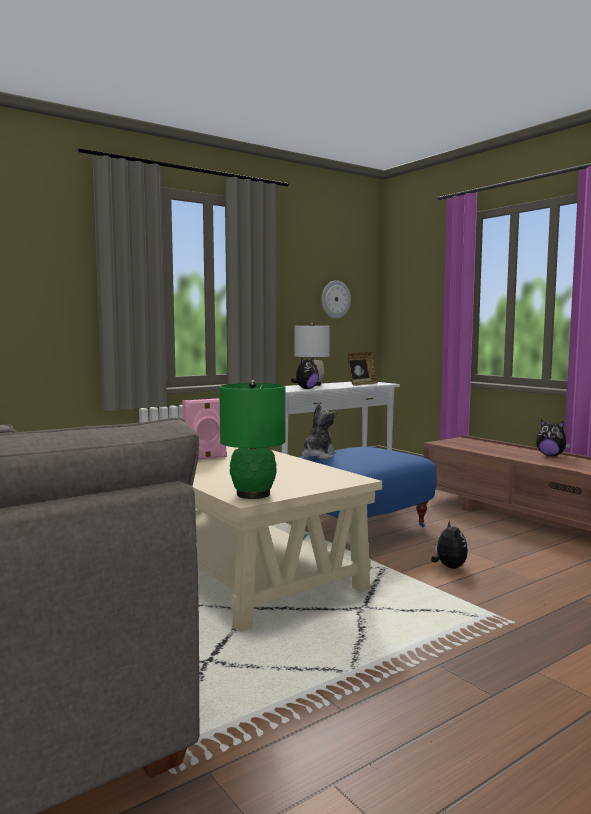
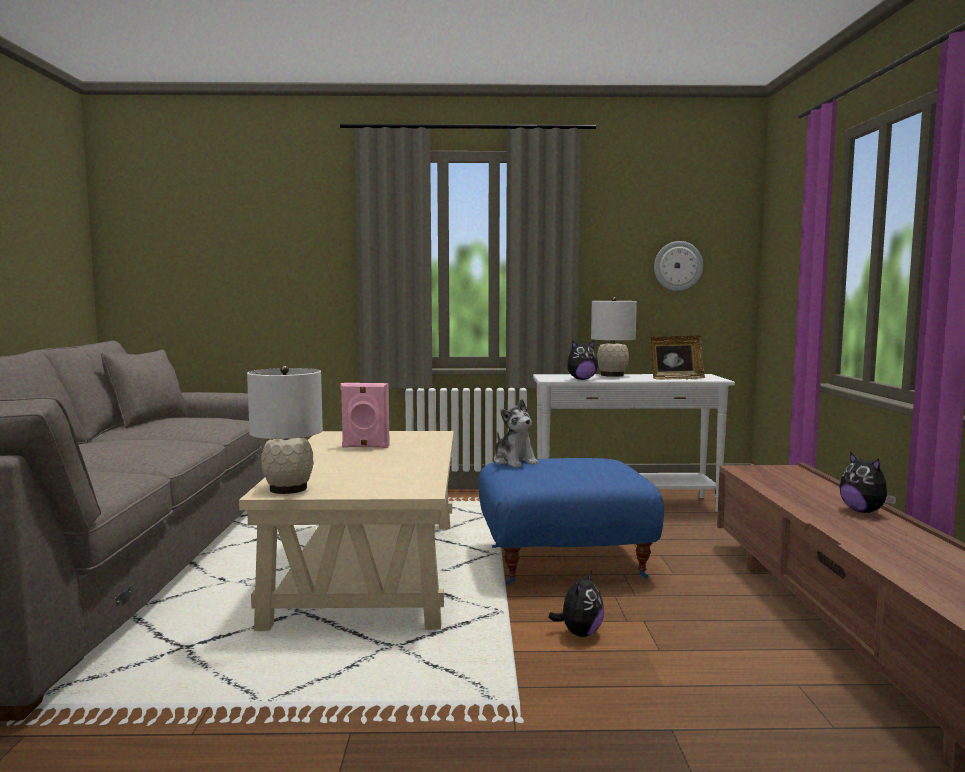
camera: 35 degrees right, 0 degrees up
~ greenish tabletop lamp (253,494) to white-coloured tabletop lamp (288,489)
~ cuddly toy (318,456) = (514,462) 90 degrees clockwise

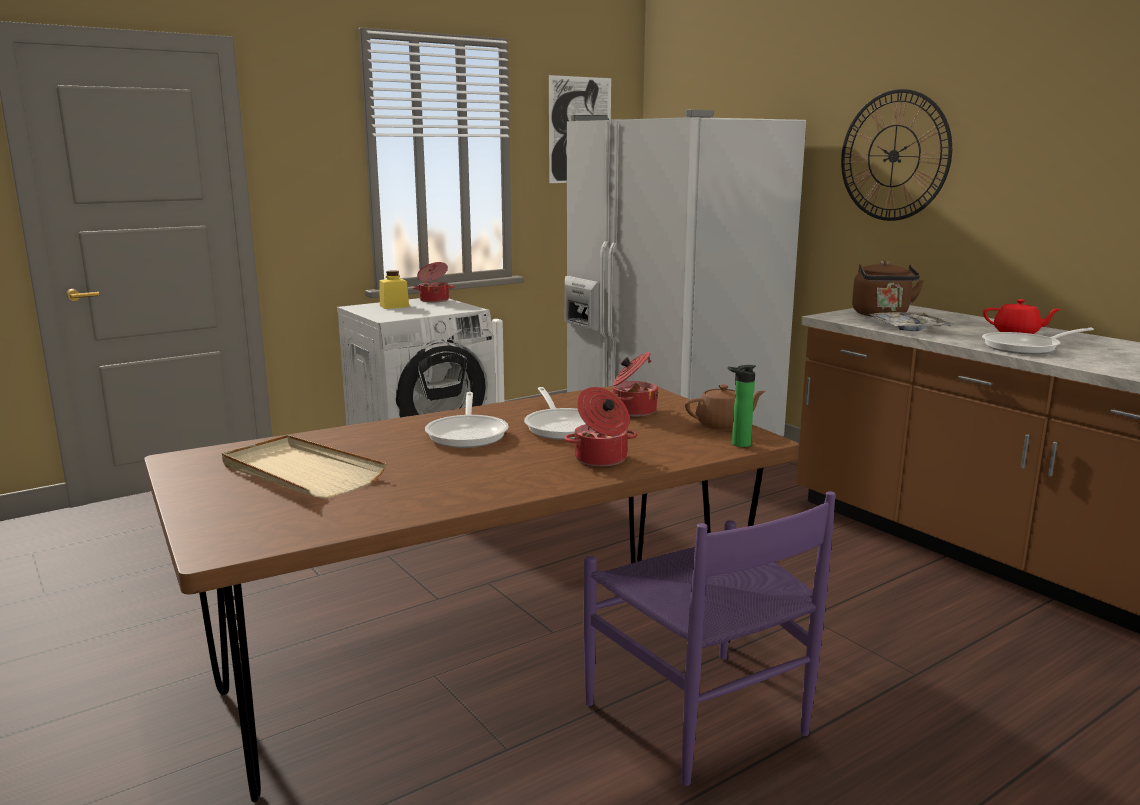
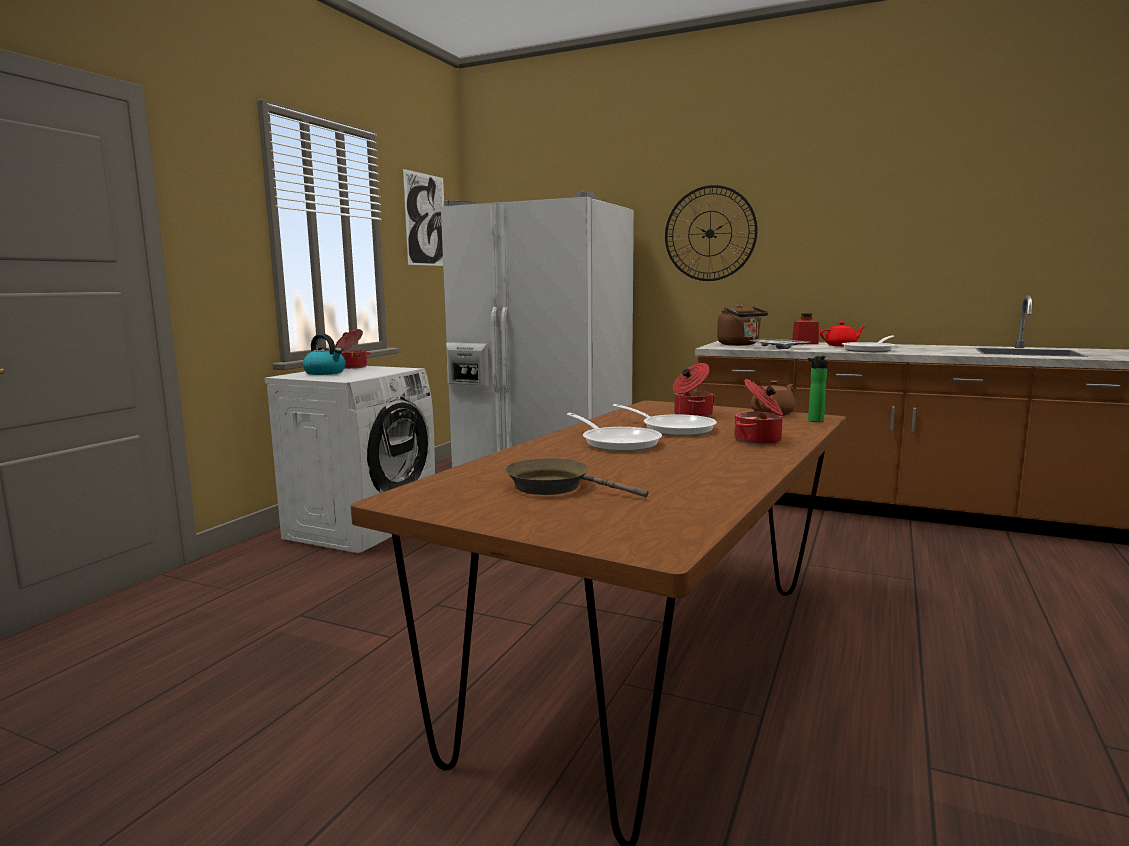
camera: 30 degrees left, 5 degrees down
~ yellowish jar (394,306) to tea kettle (325,373)
~ beige-coloured serving tray (300,472) to brownish pan (555,487)
- purple upright chair (701,718)
+ red-coloured jar (805,343)

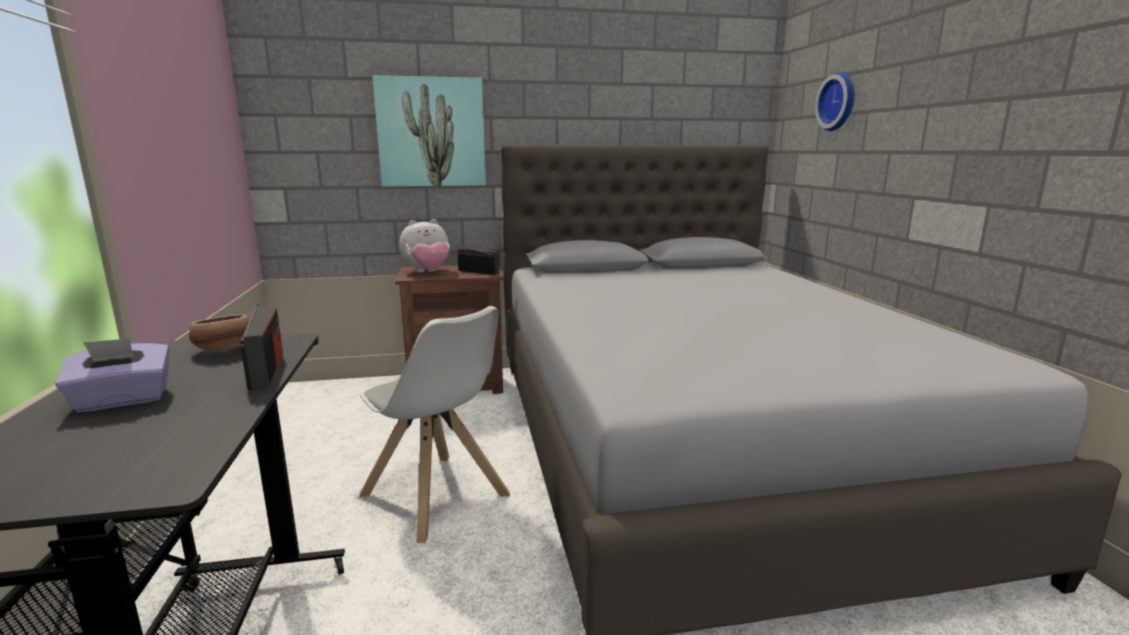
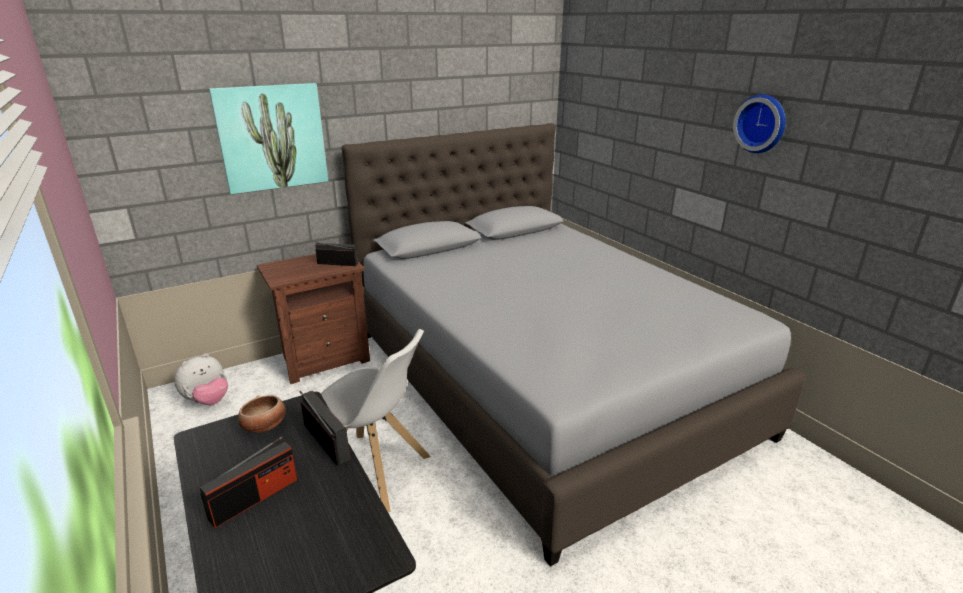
camera: 20 degrees left, 10 degrees up
~ clock on the wall (839,102) to (762,123)
~ cuddly toy (427,272) to (207,401)
~ purple tissue holder (123,400) to radio (254,498)

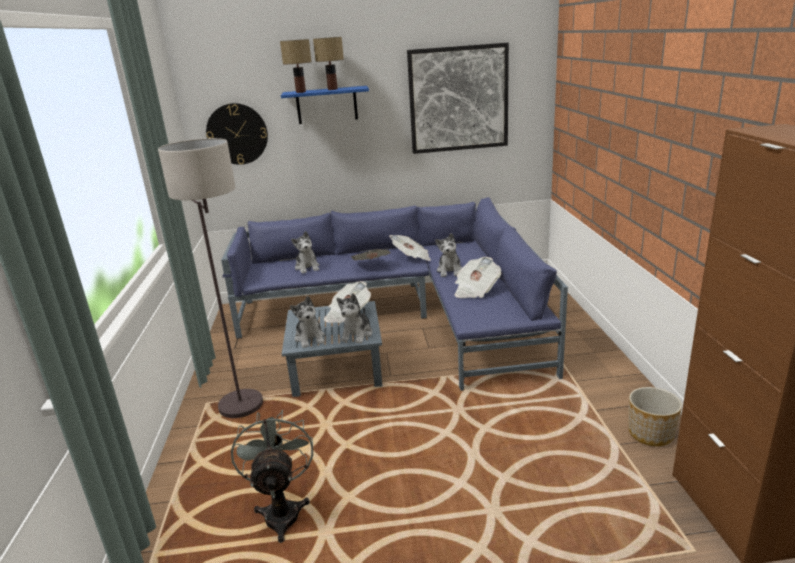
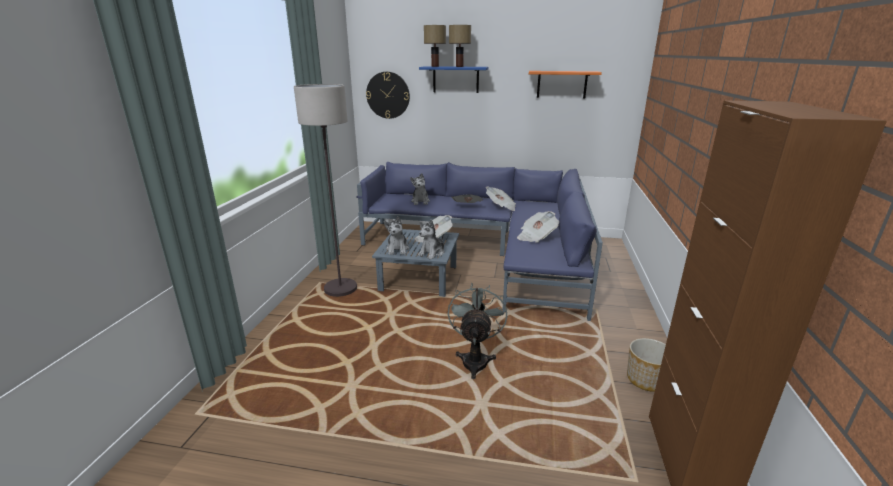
camera: 15 degrees right, 0 degrees up
~ picture (458,99) to orangey wall shelf (562,84)
- cuddly toy (450,271)
~ grey fan (282,510) to (475,359)

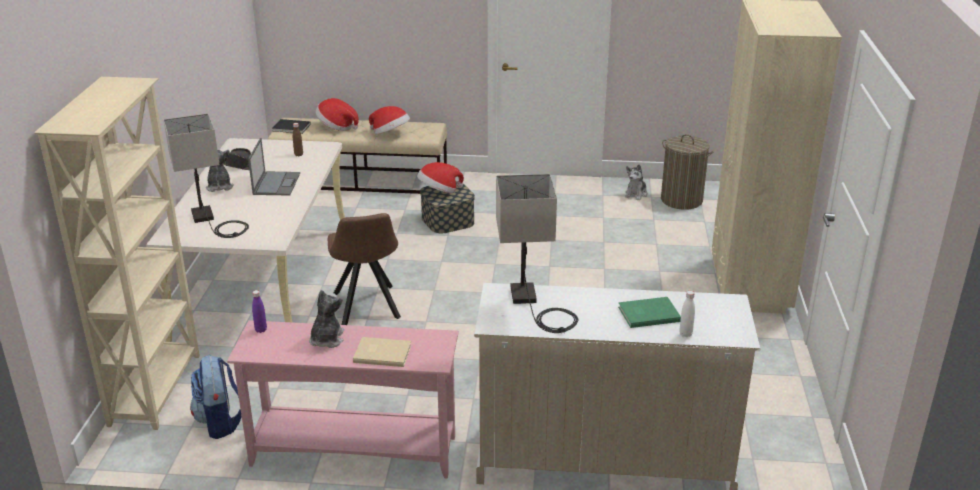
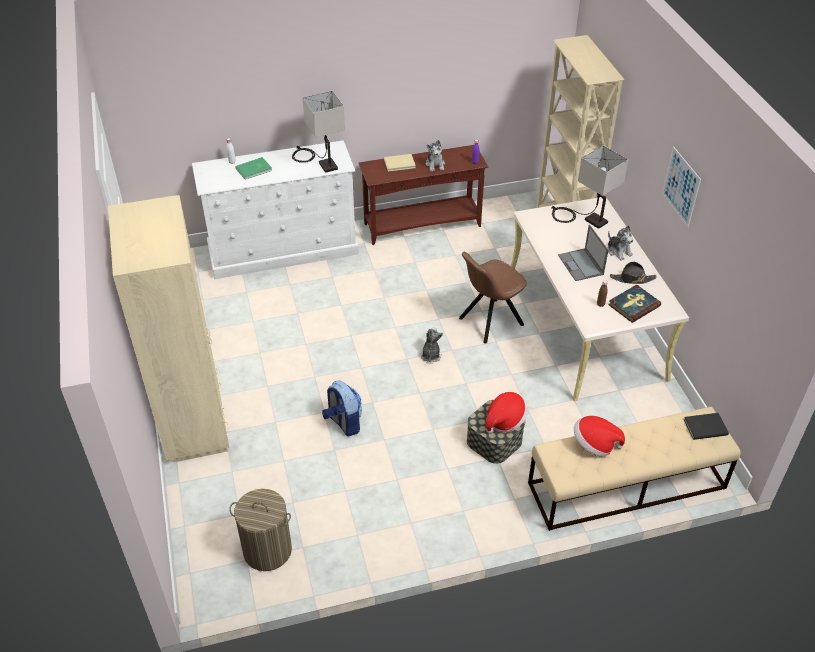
camera: 160 degrees right, 15 degrees up
- clothing hat (336,127)
~ cuddly toy (636,194) to (430,355)
~ brownish upright chair (367,306) = (490,321) 90 degrees counterclockwise
~ pink hall table (353,451) to brownish hall table (422,224)
~ rucksack (220,422) to (343,423)
+ picture (681,186)
+ bound book (633,305)

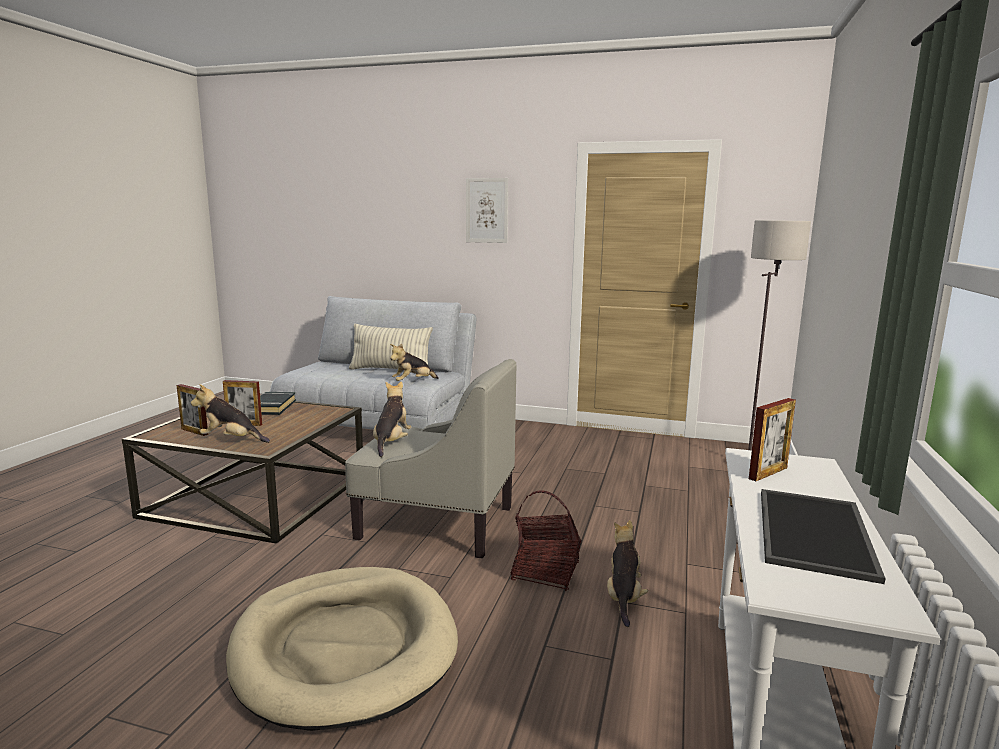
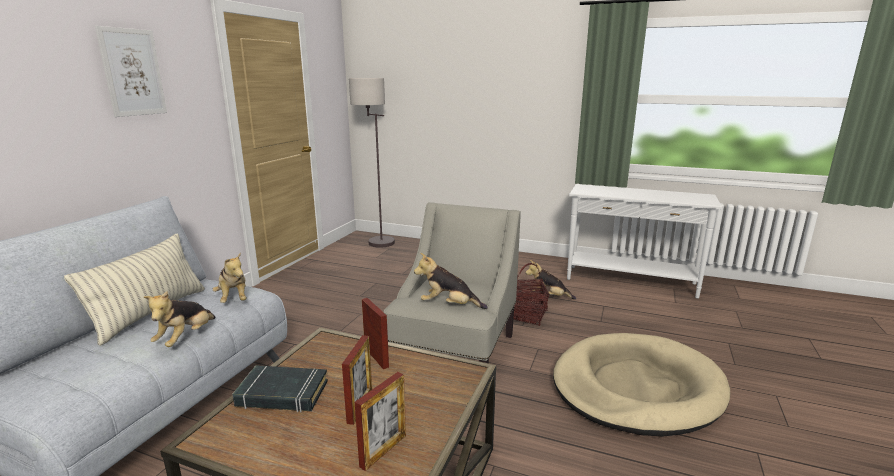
camera: 85 degrees left, 5 degrees up
~ cuddly toy (231,440) to (186,338)
~ standing frame (768,473) to (376,357)
- serving tray (817,533)

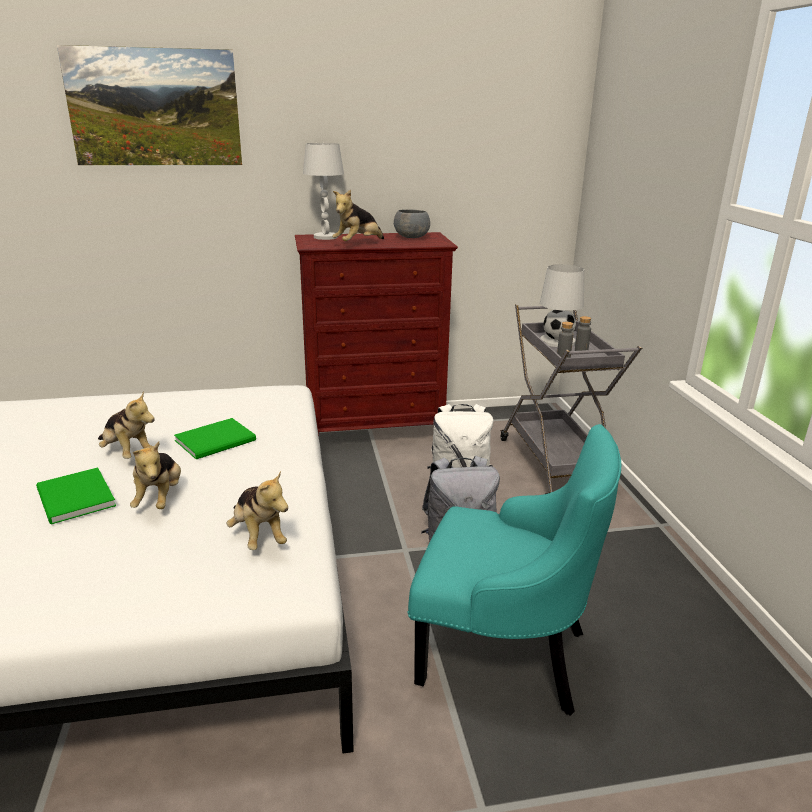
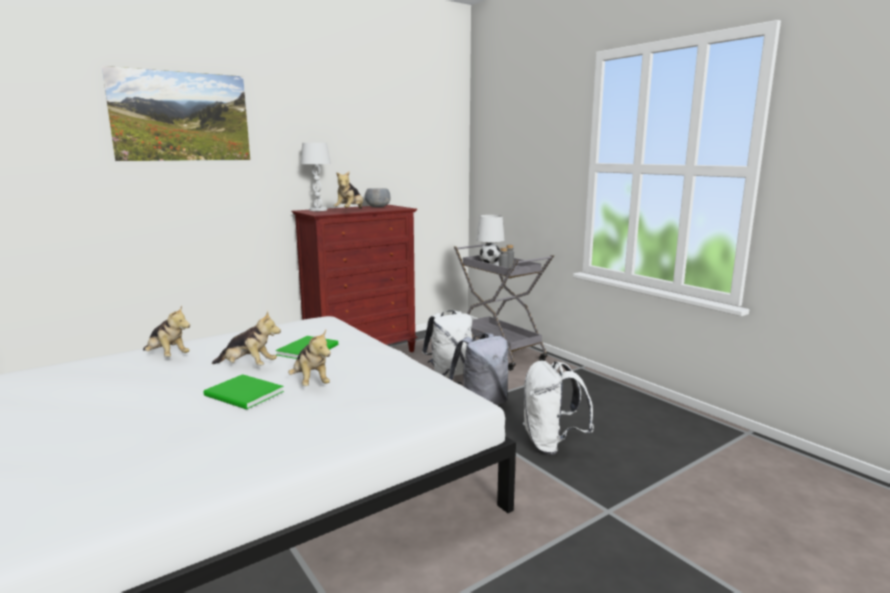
camera: 25 degrees left, 10 degrees down
~ blue-green upright chair (499,654) to white-coloured rucksack (551,444)
~ cuddly toy (258,536) to (167,356)

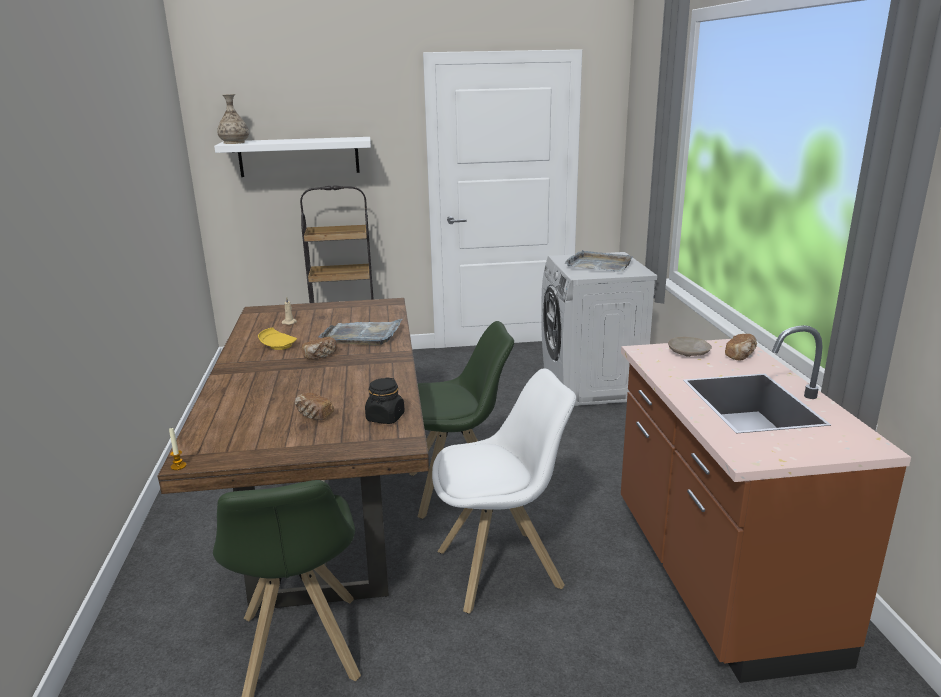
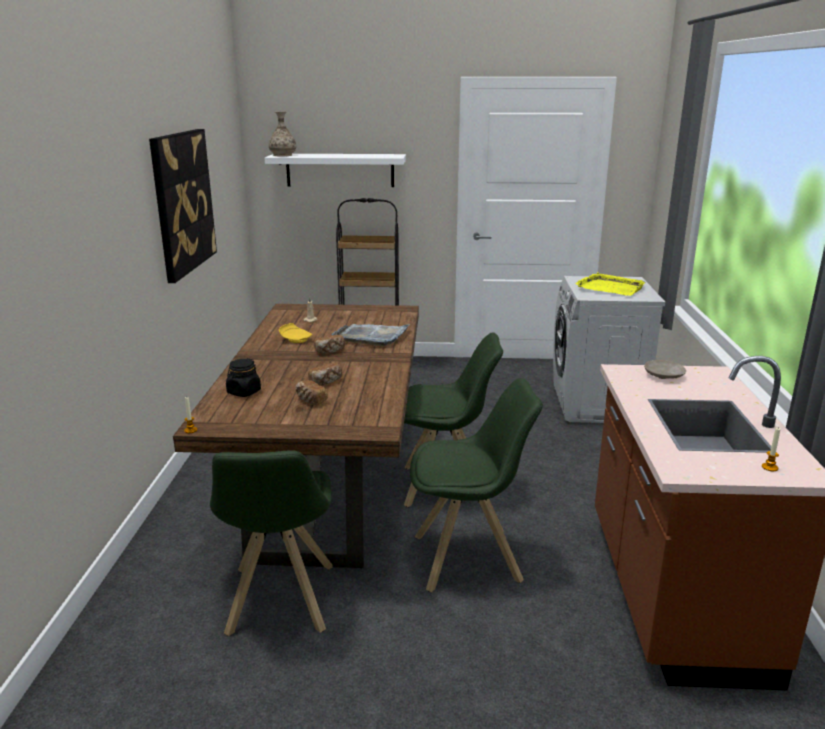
camera: 10 degrees right, 0 degrees up
~ grey serving tray (598,264) to yellowish serving tray (610,287)
~ bread (741,355) to (326,382)
~ white-coloured upright chair (500,569) to greenish upright chair (468,559)
~ black jar (385,418) to (244,392)
+ picture (183,202)
+ candle (769,467)

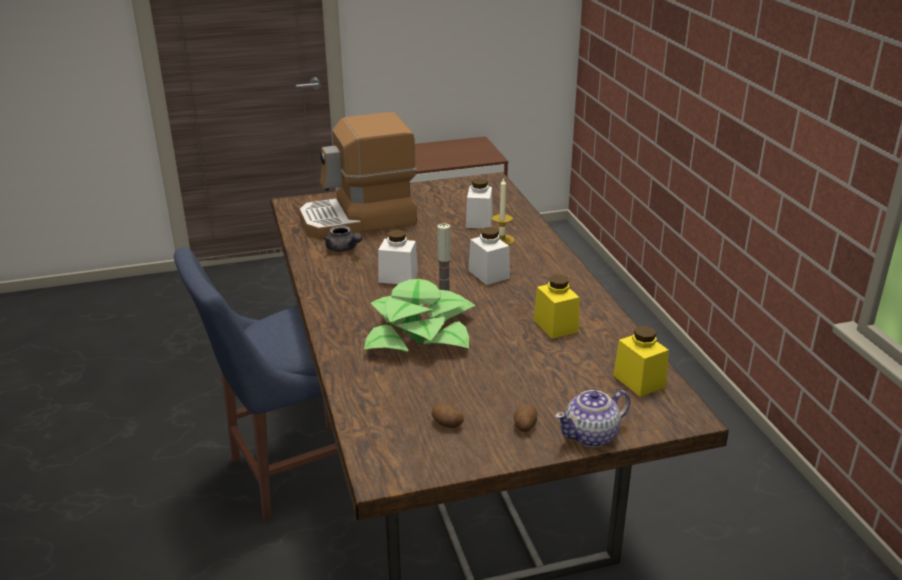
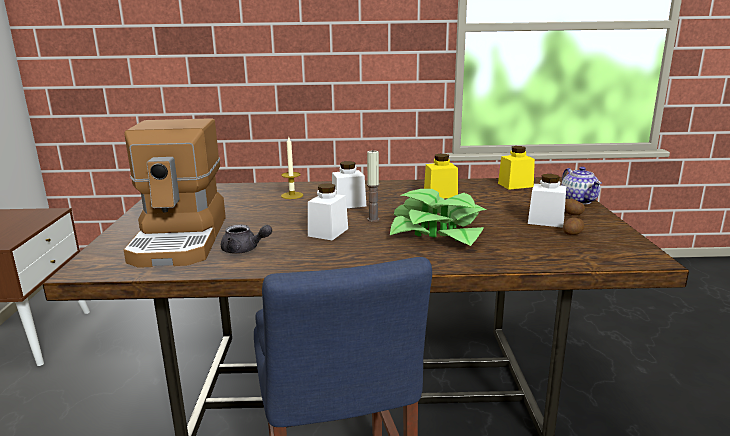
camera: 75 degrees left, 10 degrees down
~ white-coloured jar (479,221) to (546,221)
~ grey pot for tea (343,249) = (244,250) 45 degrees clockwise

